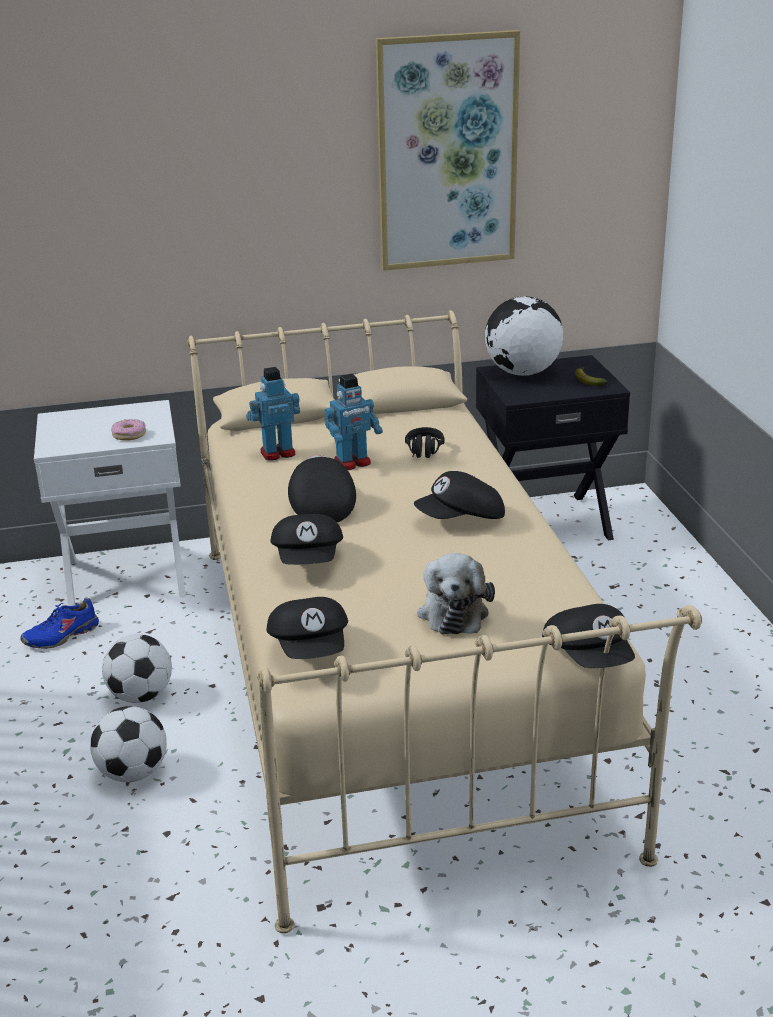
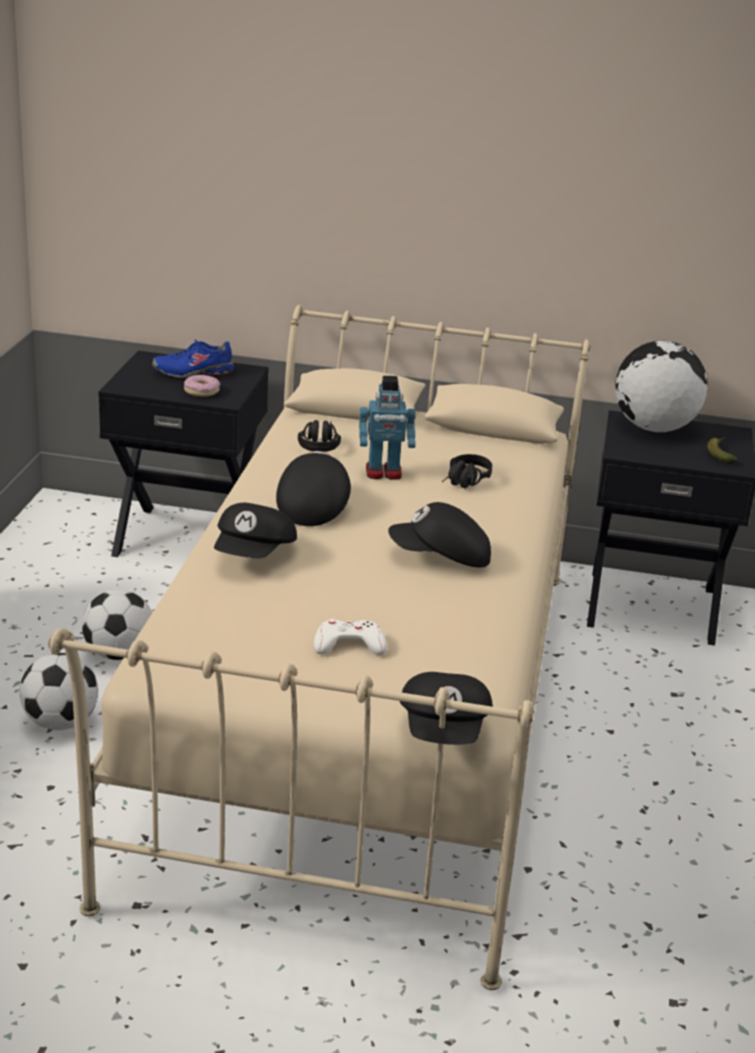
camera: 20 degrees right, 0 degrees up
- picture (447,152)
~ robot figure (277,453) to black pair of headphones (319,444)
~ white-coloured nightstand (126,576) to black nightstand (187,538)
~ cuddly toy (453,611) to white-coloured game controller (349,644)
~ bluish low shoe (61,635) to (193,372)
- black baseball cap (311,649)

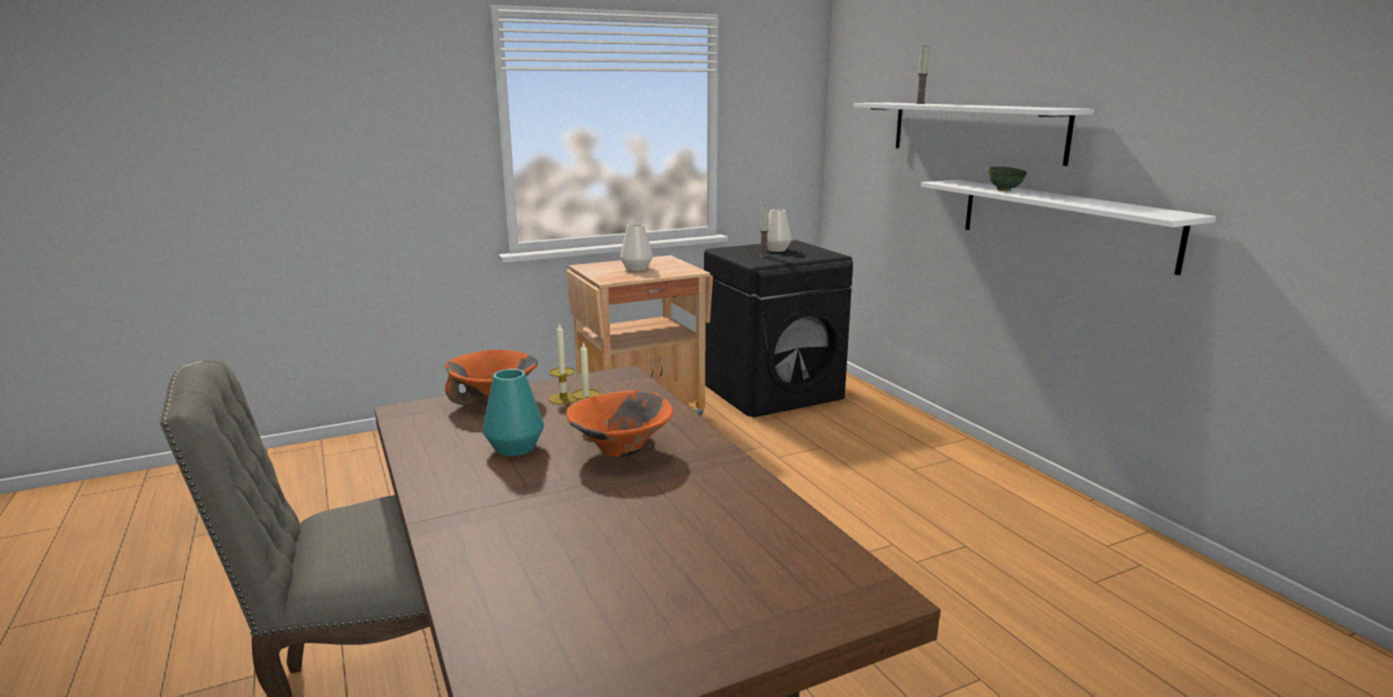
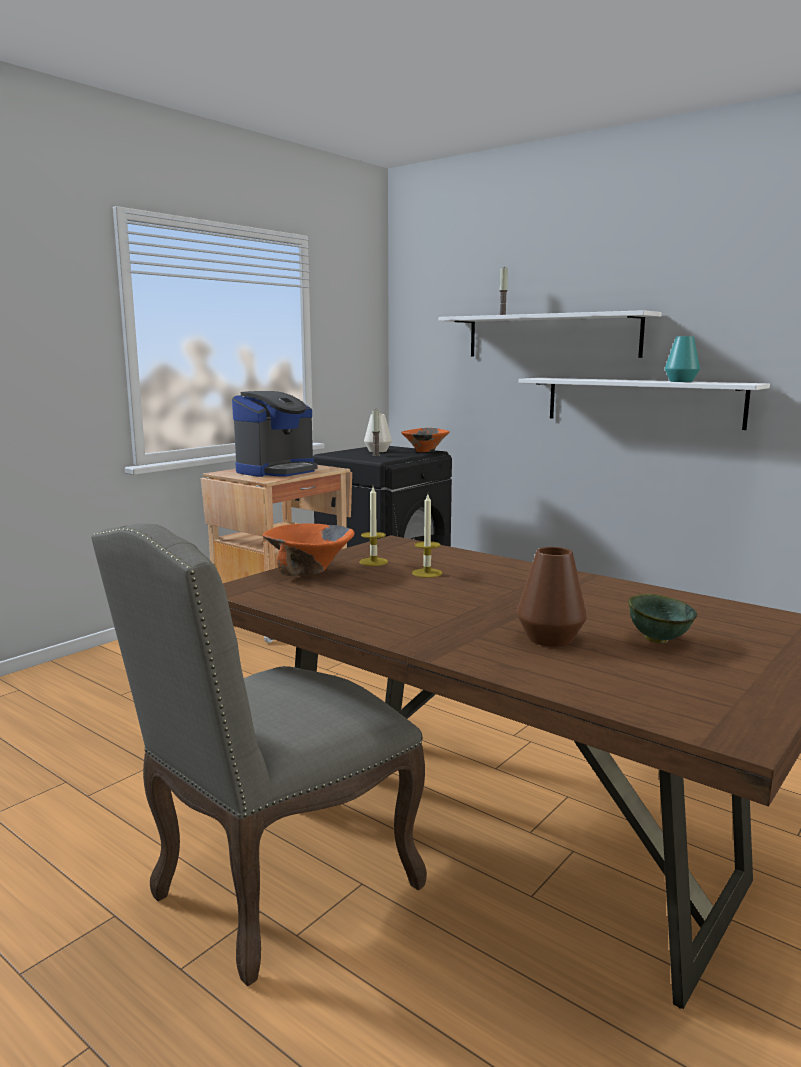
camera: 25 degrees left, 5 degrees down
~ greenish bowl (1005,190) to (658,639)
~ white-coloured vase (636,268) to coffee brewer (277,471)
~ blue-green vase (515,448) to (681,381)
~ orangey bowl (620,450) to (424,451)
+ brownish vase (550,638)

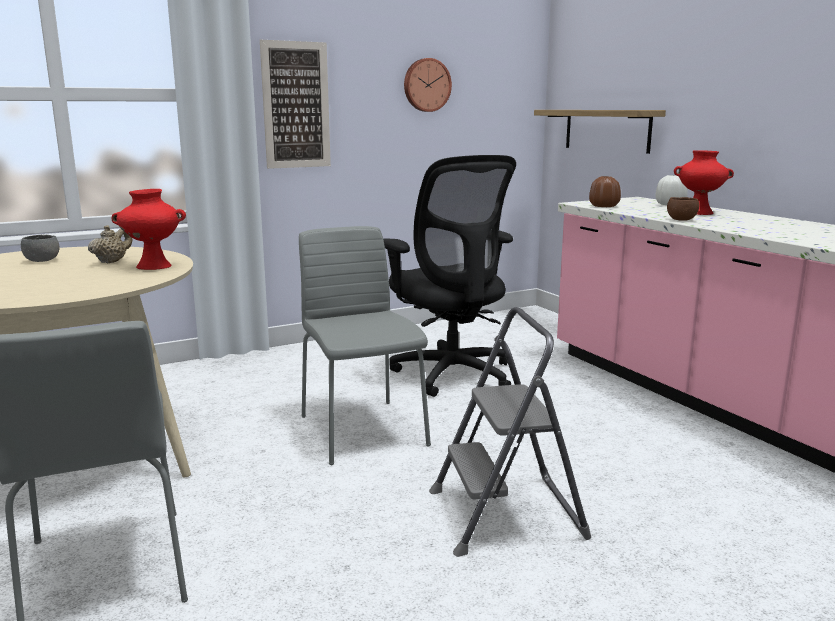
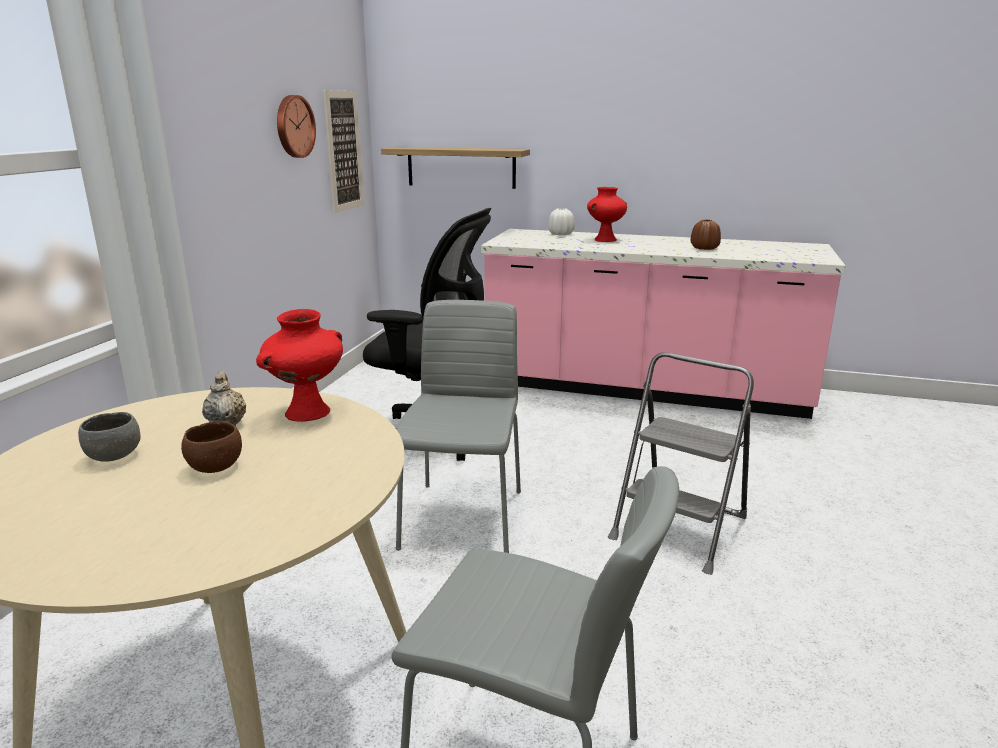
camera: 45 degrees left, 5 degrees up
~ picture (296,105) to (344,151)
~ brownish vase (603,206) to (704,248)
~ brownish bowl (681,220) to (215,467)
~ grey upright chair (360,428) = (464,516) 75 degrees clockwise

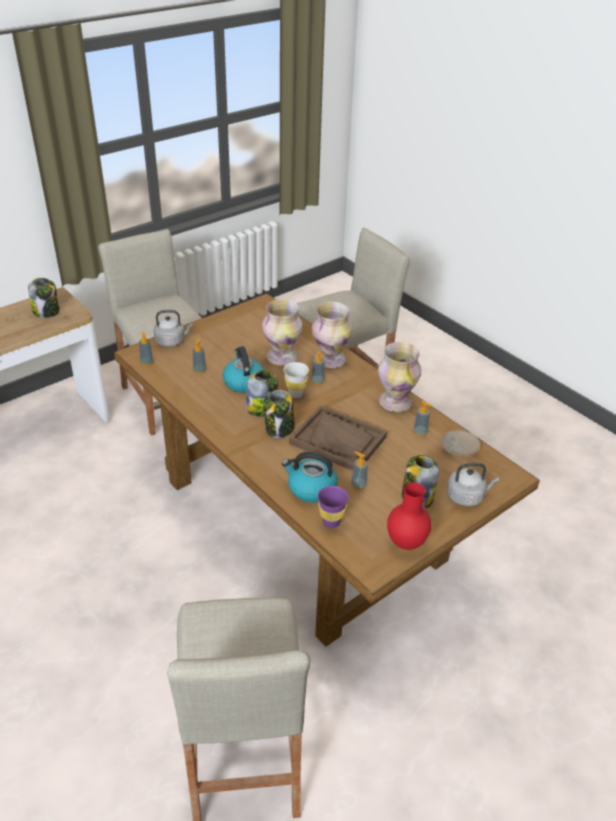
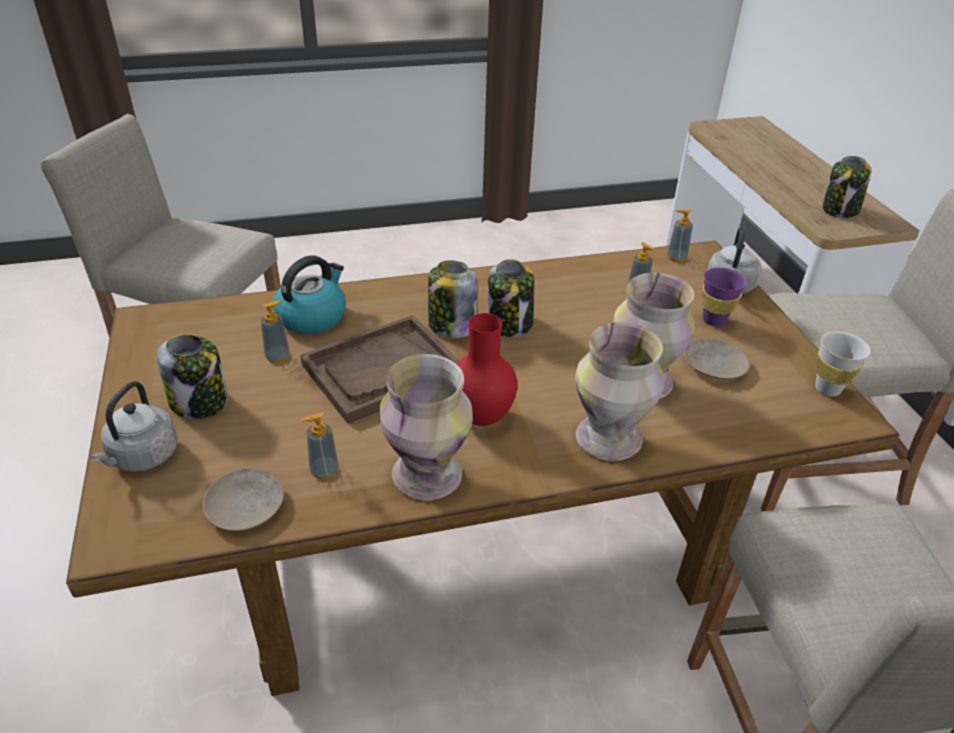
camera: 115 degrees right, 0 degrees up
- tea kettle (243,382)
- soap bottle (318,381)
~ white-coloured small cup (295,394) to (827,389)
~ red-coloured vase (405,543) to (482,417)
~ purple small cup (331,522) to (714,320)
+ beige-coloured flat dish (714,365)

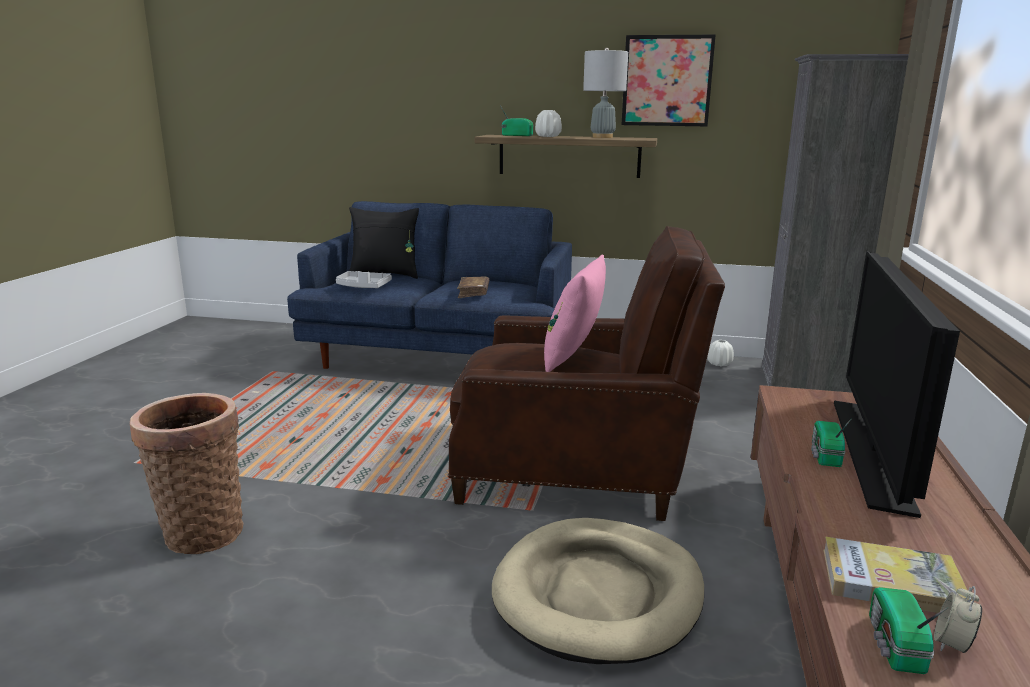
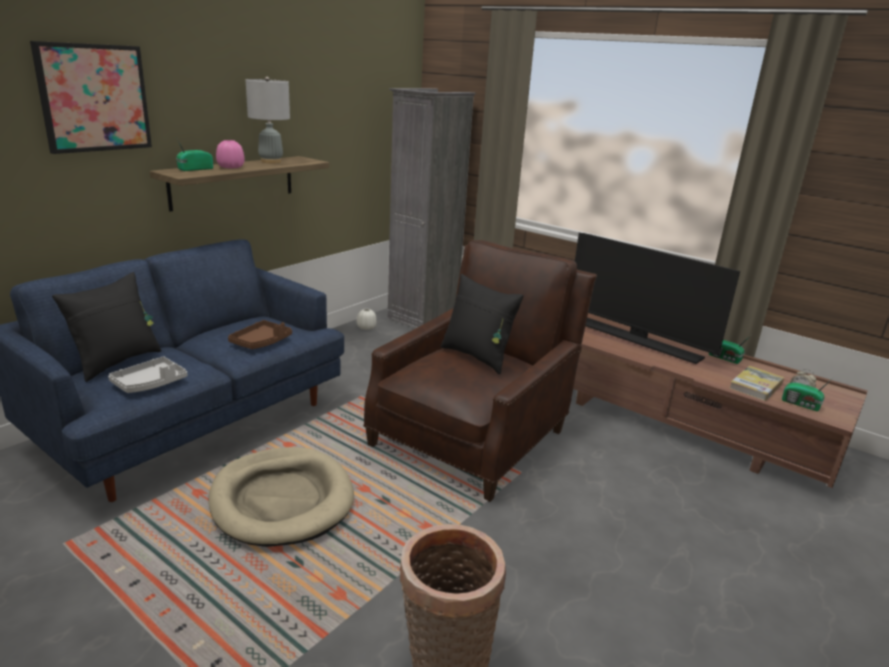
camera: 65 degrees left, 5 degrees up
~ picture (667,81) to (94,98)
~ white-coloured vase (548,136) to pink vase (231,167)
~ pink pillow (573,358) to black pillow (476,357)
~ brownish bound book (473,293) to brownish serving tray (261,342)
~ radio (824,455) to (725,358)
~ beige-coloured dog cushion (599,594) to (282,500)

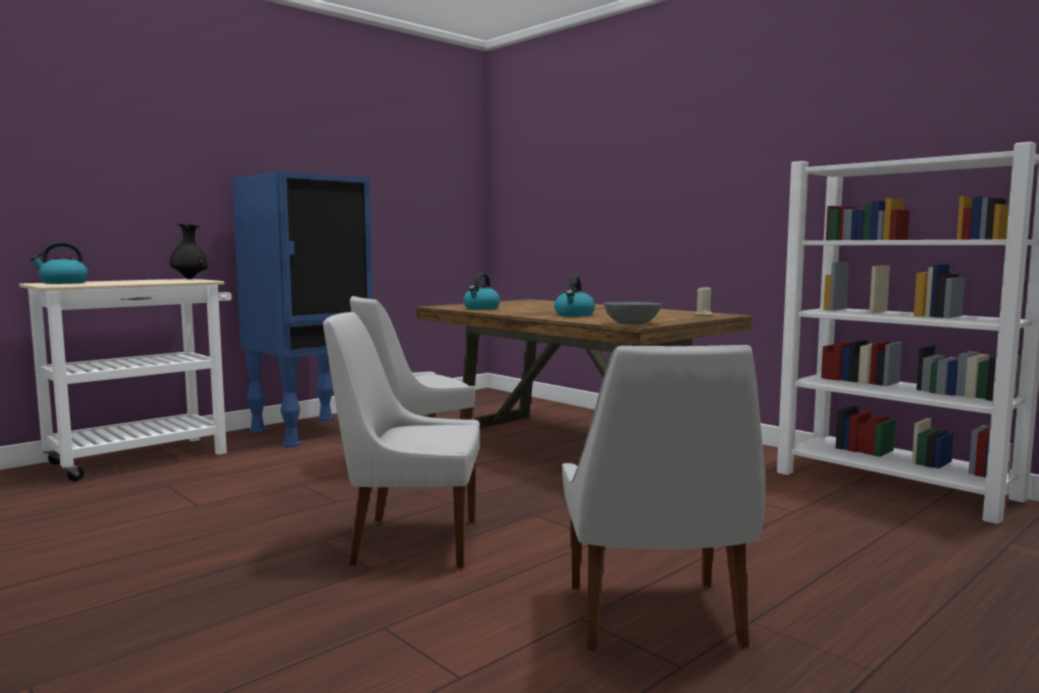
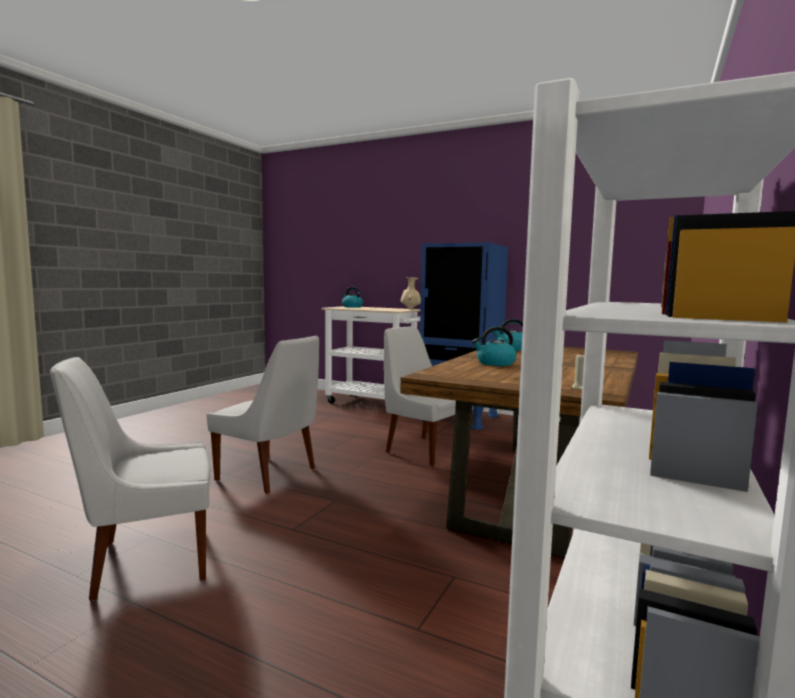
camera: 70 degrees right, 0 degrees up
~ black vase (190,279) to beige-coloured vase (410,309)
- grey bowl (632,324)
~ white-coloured upright chair (409,542) = (270,475) 135 degrees clockwise

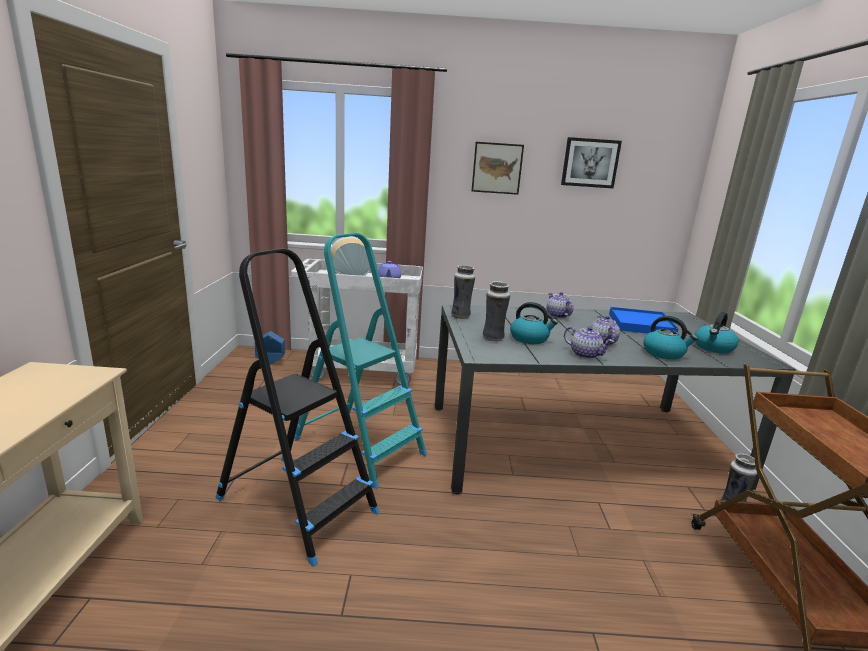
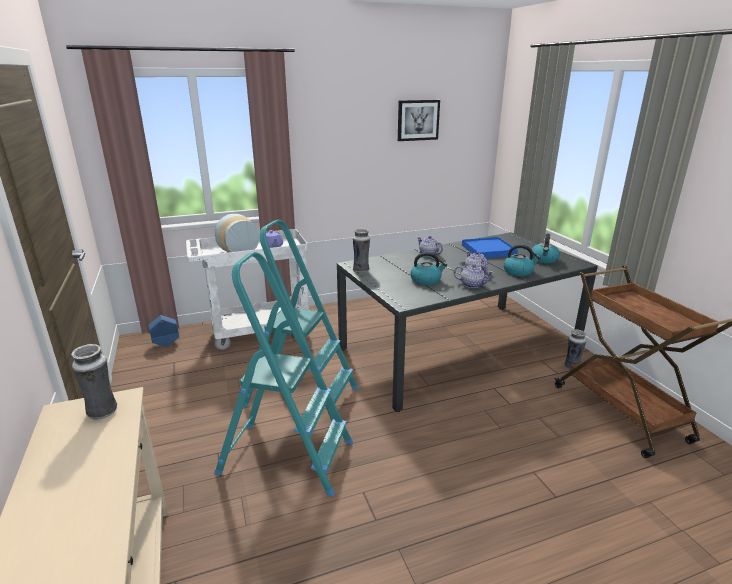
camera: 20 degrees left, 5 degrees up
- picture (497,168)
~ black stepladder (298,505) to blue-green stepladder (288,457)
~ vase (493,338) to (103,412)

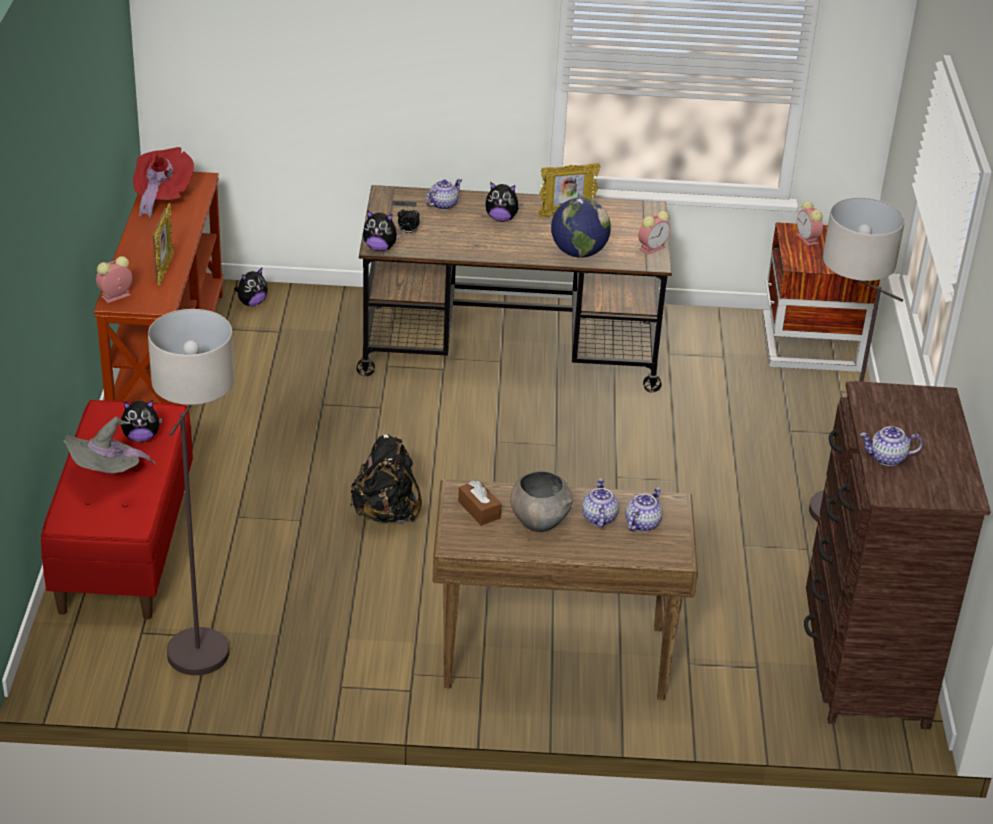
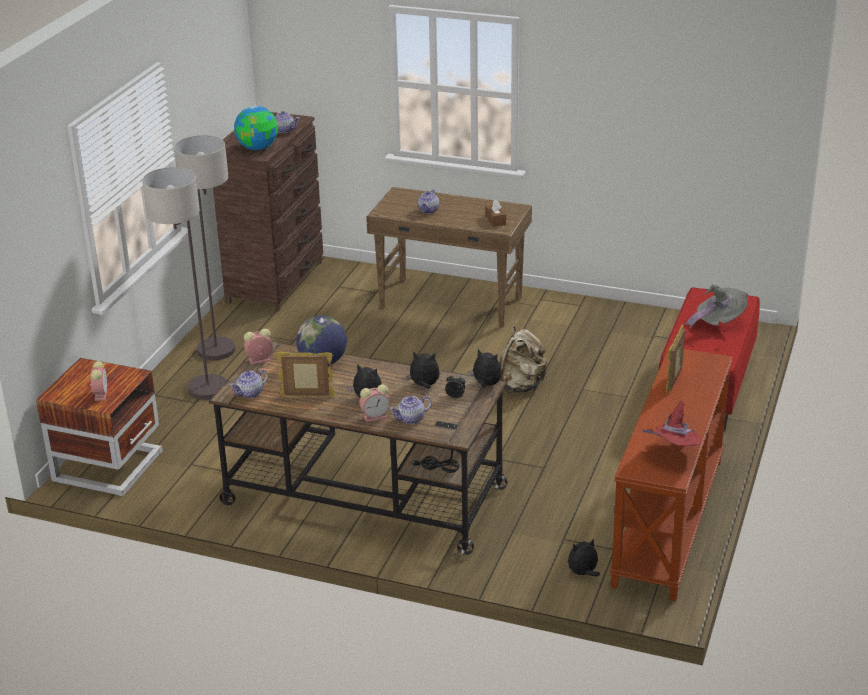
camera: 160 degrees left, 5 degrees down
~ bedside clock (115,296) to (376,416)
~ grey standard lamp (205,641) to (200,394)
~ cuddly toy (141,437) to (424,385)
~ black rucksack (386,513) to beige-coloured rucksack (520,386)
- grey bowl (539,521)
~ pot for tea (642,523) to (250,393)
+ globe (258,148)

